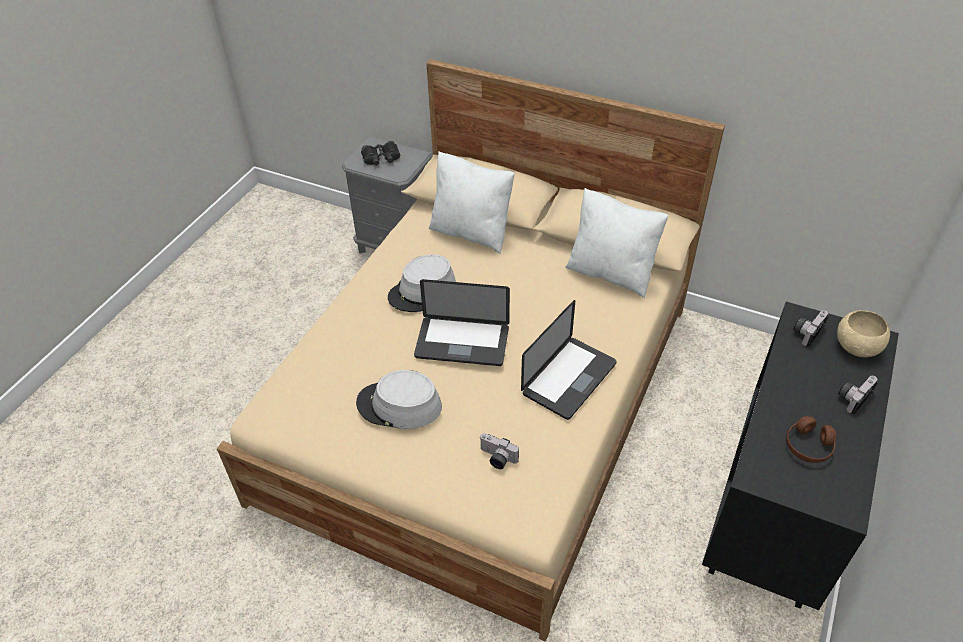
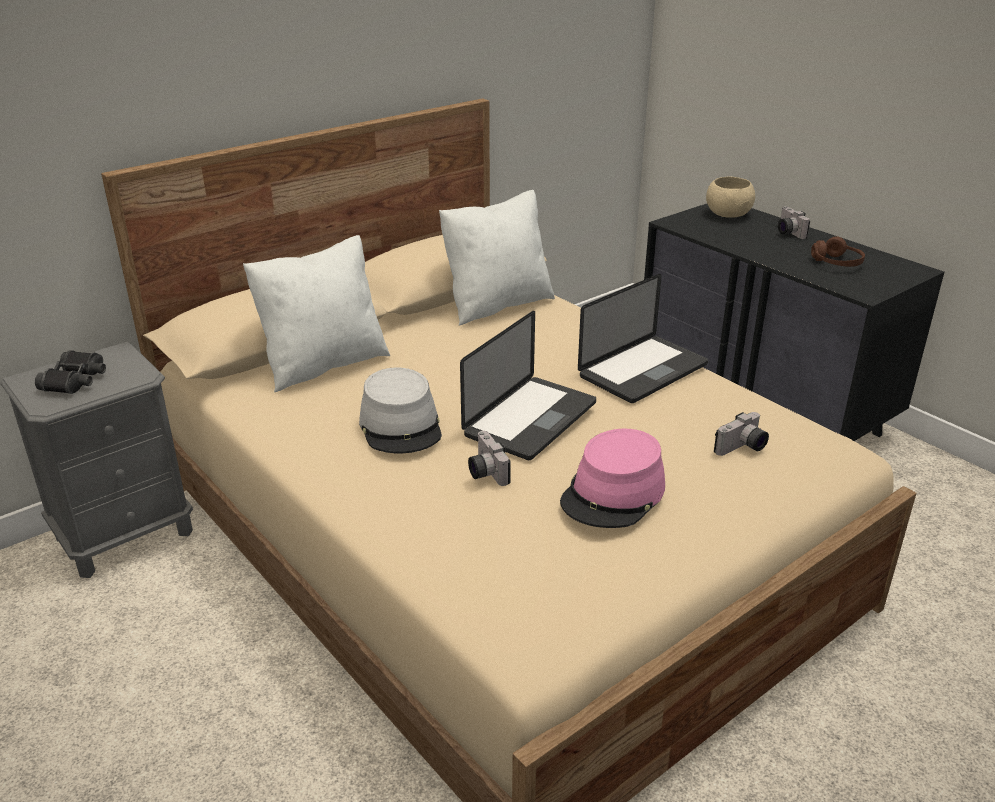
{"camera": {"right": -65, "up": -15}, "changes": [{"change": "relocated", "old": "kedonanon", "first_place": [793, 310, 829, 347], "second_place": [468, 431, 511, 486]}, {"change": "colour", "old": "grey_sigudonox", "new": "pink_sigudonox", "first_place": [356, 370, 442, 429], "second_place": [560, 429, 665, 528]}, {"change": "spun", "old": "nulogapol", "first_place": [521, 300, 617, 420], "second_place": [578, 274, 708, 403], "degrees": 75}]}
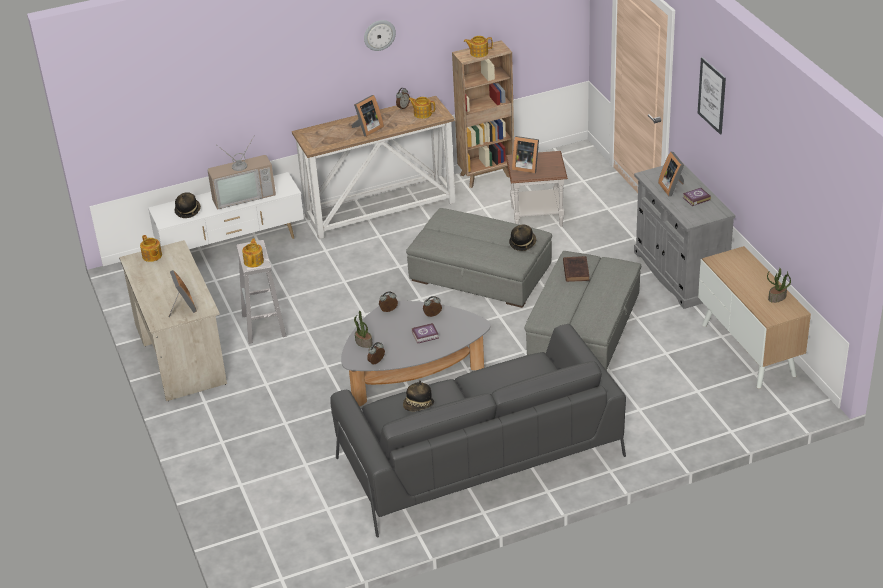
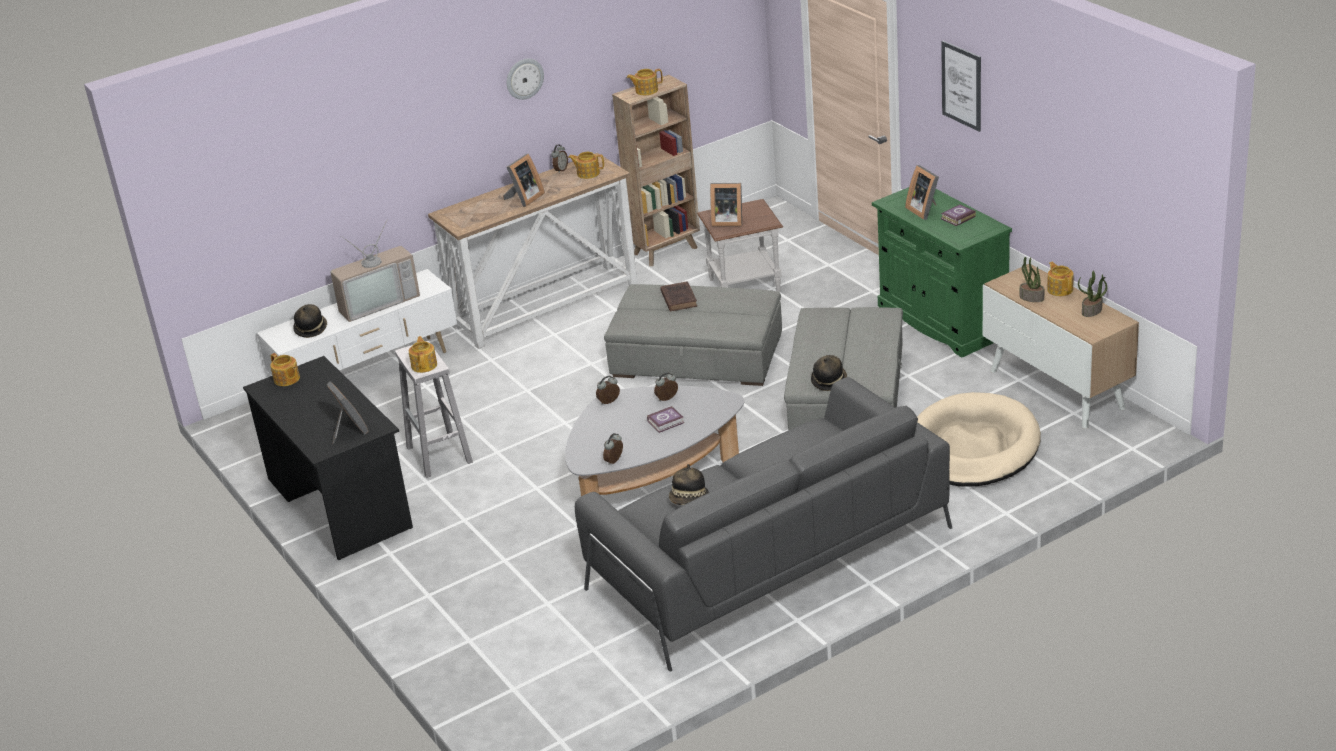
{"camera": {"right": -10, "up": -5}, "changes": [{"change": "appeared", "new": "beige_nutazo", "second_place": [917, 392, 1041, 487]}, {"change": "appeared", "new": "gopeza", "second_place": [1047, 262, 1074, 296]}, {"change": "relocated", "old": "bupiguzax", "first_place": [354, 311, 373, 348], "second_place": [1020, 257, 1044, 302]}, {"change": "relocated", "old": "sigudonox", "first_place": [509, 224, 536, 251], "second_place": [811, 355, 847, 391]}, {"change": "relocated", "old": "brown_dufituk", "first_place": [563, 256, 590, 282], "second_place": [660, 281, 697, 311]}, {"change": "colour", "old": "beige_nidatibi", "new": "black_nidatibi", "first_place": [119, 240, 227, 401], "second_place": [243, 356, 413, 560]}, {"change": "colour", "old": "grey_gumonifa", "new": "green_gumonifa", "first_place": [634, 165, 735, 309], "second_place": [872, 187, 1012, 358]}]}
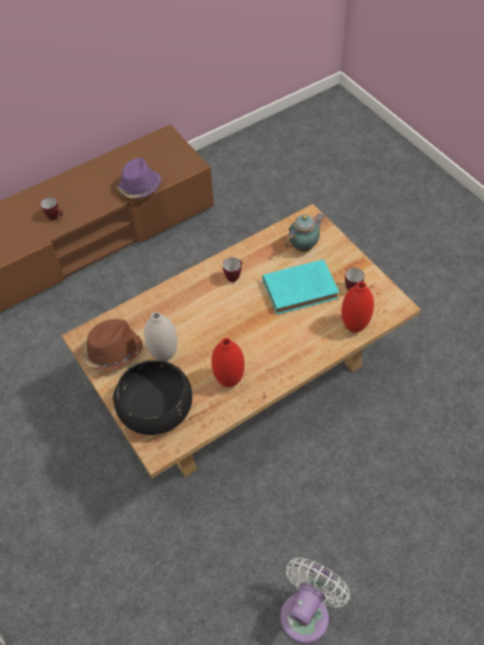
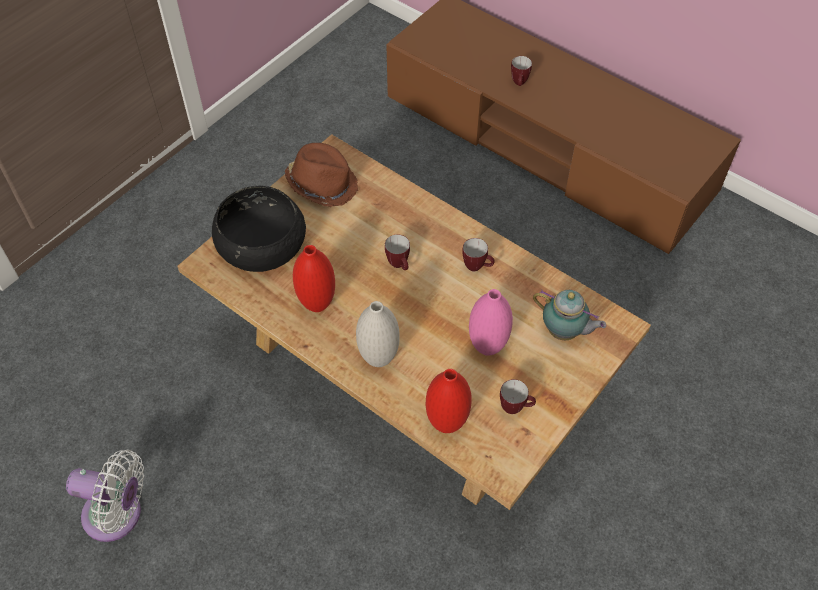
{"camera": {"right": 70, "up": 0}, "changes": [{"change": "missing", "old": "purple_sigudonox", "first_place": [116, 158, 162, 198]}, {"change": "appeared", "new": "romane", "second_place": [385, 234, 410, 270]}, {"change": "relocated", "old": "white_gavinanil", "first_place": [144, 312, 177, 361], "second_place": [356, 301, 400, 367]}, {"change": "exchanged", "old": "turquoise_dufituk", "new": "pink_gavinanil", "first_place": [262, 259, 339, 315], "second_place": [469, 289, 513, 356]}]}
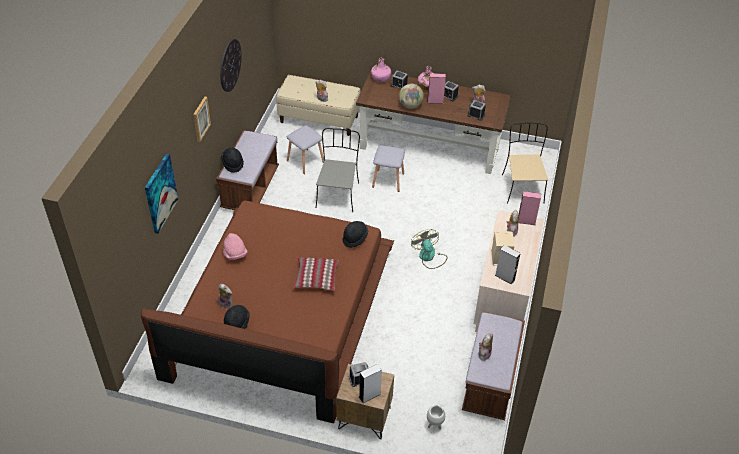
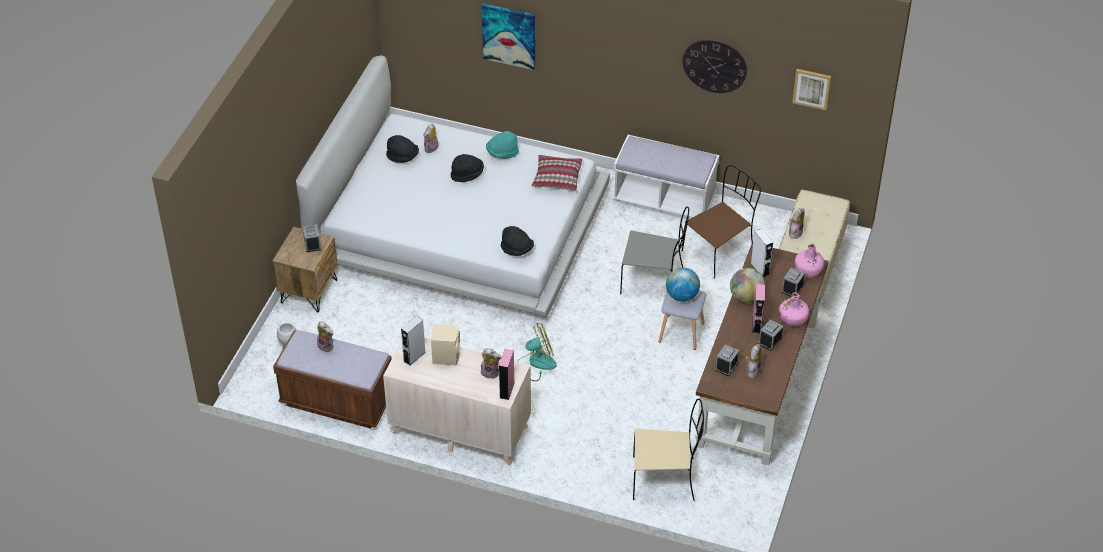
{"camera": {"right": 95, "up": 0}, "changes": [{"change": "appeared", "new": "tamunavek", "second_place": [666, 268, 700, 302]}, {"change": "relocated", "old": "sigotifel", "first_place": [193, 97, 211, 142], "second_place": [792, 69, 831, 110]}, {"change": "relocated", "old": "black_sigudonox", "first_place": [221, 148, 244, 173], "second_place": [451, 154, 484, 182]}, {"change": "relocated", "old": "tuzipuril", "first_place": [293, 257, 339, 291], "second_place": [531, 155, 582, 191]}, {"change": "relocated", "old": "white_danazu", "first_place": [359, 364, 382, 403], "second_place": [751, 229, 773, 278]}, {"change": "exchanged", "old": "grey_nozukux", "new": "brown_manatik", "first_place": [287, 125, 324, 174], "second_place": [682, 165, 761, 278]}, {"change": "colour", "old": "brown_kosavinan", "new": "white_kosavinan", "first_place": [141, 201, 394, 423], "second_place": [296, 55, 610, 318]}, {"change": "colour", "old": "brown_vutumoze", "new": "white_vutumoze", "first_place": [216, 130, 279, 210], "second_place": [613, 135, 719, 219]}, {"change": "colour", "old": "pink_sigudonox", "new": "turquoise_sigudonox", "first_place": [223, 233, 247, 260], "second_place": [486, 131, 519, 159]}]}
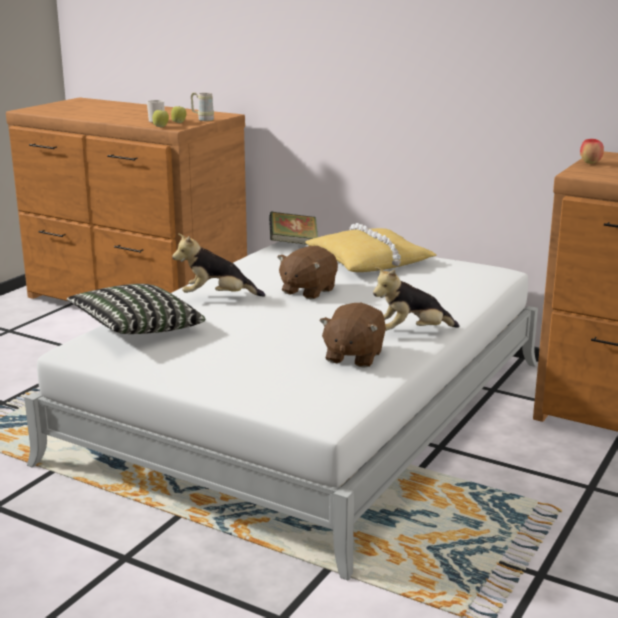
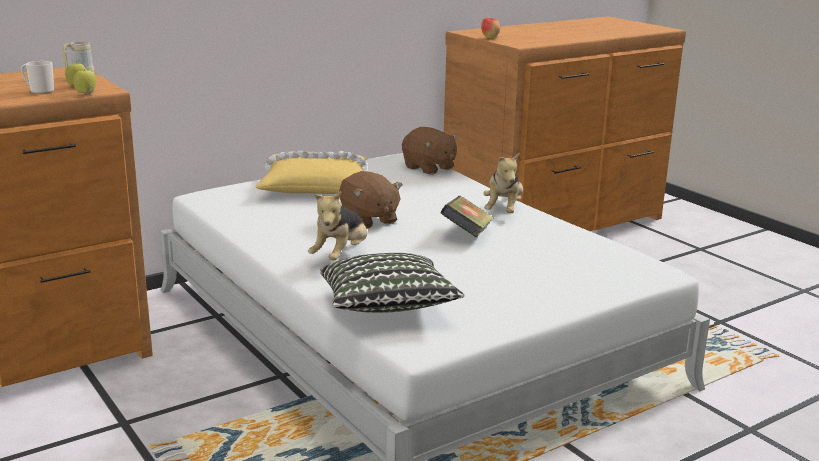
{"camera": {"right": -65, "up": 0}, "changes": [{"change": "relocated", "old": "dufituk", "first_place": [269, 212, 318, 245], "second_place": [441, 196, 494, 237]}, {"change": "relocated", "old": "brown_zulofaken", "first_place": [320, 303, 386, 368], "second_place": [402, 127, 458, 175]}]}
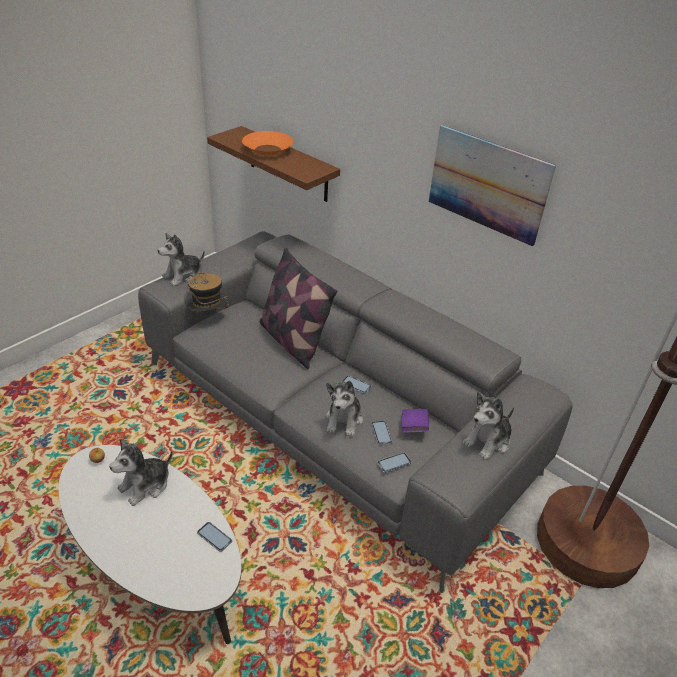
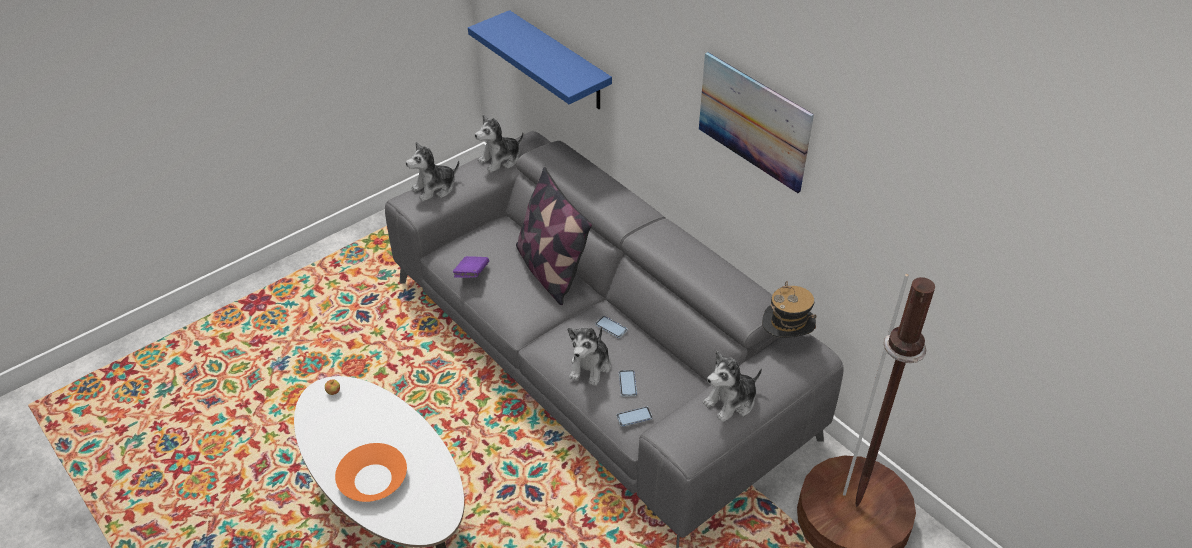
{"camera": {"right": 10, "up": 5}, "changes": [{"change": "missing", "old": "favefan", "first_place": [197, 522, 232, 552]}, {"change": "relocated", "old": "zulofaken", "first_place": [109, 438, 173, 506], "second_place": [475, 115, 524, 173]}, {"change": "relocated", "old": "sigudonox", "first_place": [186, 269, 229, 312], "second_place": [762, 281, 817, 338]}, {"change": "relocated", "old": "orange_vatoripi", "first_place": [242, 131, 294, 156], "second_place": [335, 443, 407, 502]}, {"change": "relocated", "old": "purple_dufituk", "first_place": [402, 409, 429, 433], "second_place": [452, 256, 489, 277]}, {"change": "colour", "old": "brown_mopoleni", "new": "blue_mopoleni", "first_place": [207, 126, 340, 202], "second_place": [468, 10, 612, 109]}]}
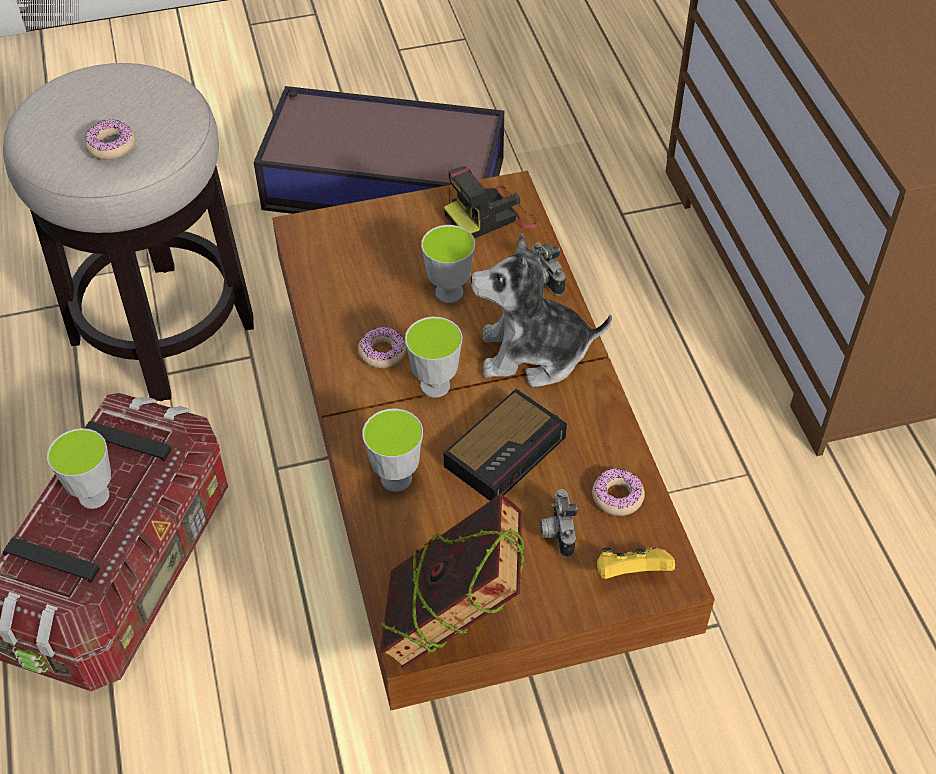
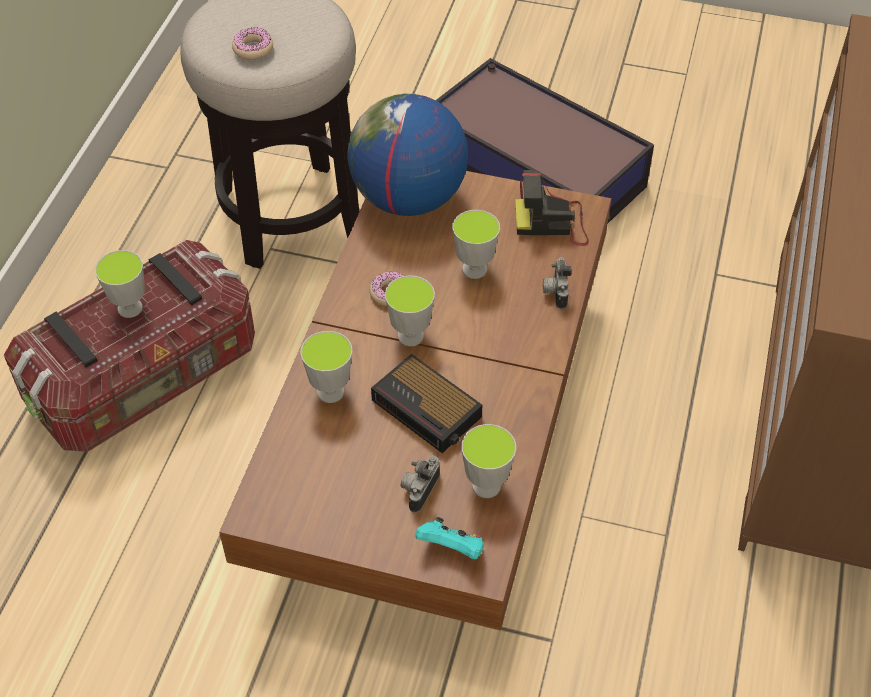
{"camera": {"right": 30, "up": 0}, "changes": [{"change": "missing", "old": "dufituk", "first_place": [378, 494, 525, 669]}, {"change": "missing", "old": "zulofaken", "first_place": [471, 233, 612, 387]}, {"change": "appeared", "new": "tamunavek", "second_place": [347, 94, 468, 216]}, {"change": "exchanged", "old": "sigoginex", "new": "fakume", "first_place": [592, 468, 645, 516], "second_place": [461, 424, 516, 498]}, {"change": "colour", "old": "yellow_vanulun", "new": "turquoise_vanulun", "first_place": [597, 547, 675, 579], "second_place": [415, 517, 483, 560]}, {"change": "spun", "old": "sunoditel", "first_place": [444, 389, 567, 501], "second_place": [371, 354, 482, 453], "degrees": 60}]}
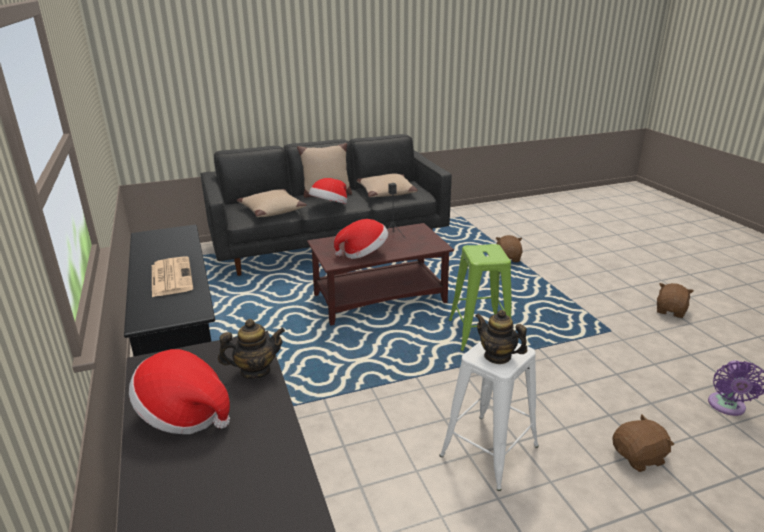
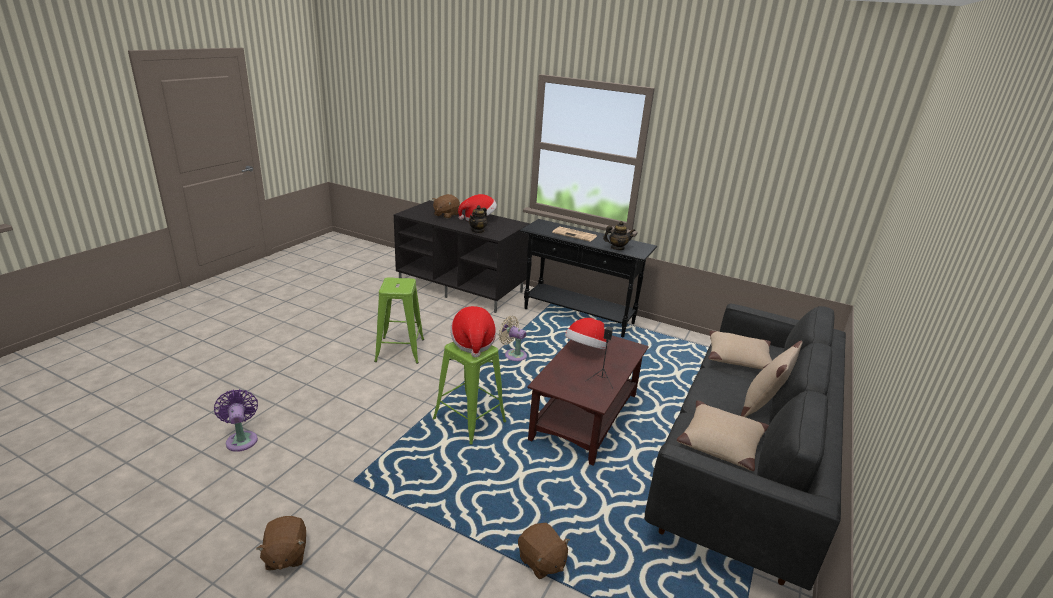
{"camera": {"right": 135, "up": 0}, "changes": [{"change": "appeared", "new": "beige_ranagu", "second_place": [499, 316, 527, 361]}, {"change": "relocated", "old": "sigudonox", "first_place": [309, 178, 347, 204], "second_place": [450, 306, 496, 358]}, {"change": "relocated", "old": "gopeza", "first_place": [475, 310, 528, 364], "second_place": [603, 221, 636, 250]}, {"change": "relocated", "old": "brown_zulofaken", "first_place": [612, 415, 674, 472], "second_place": [433, 194, 460, 218]}, {"change": "colour", "old": "white_nozukux", "new": "green_nozukux", "first_place": [440, 341, 539, 491], "second_place": [374, 277, 424, 364]}]}
